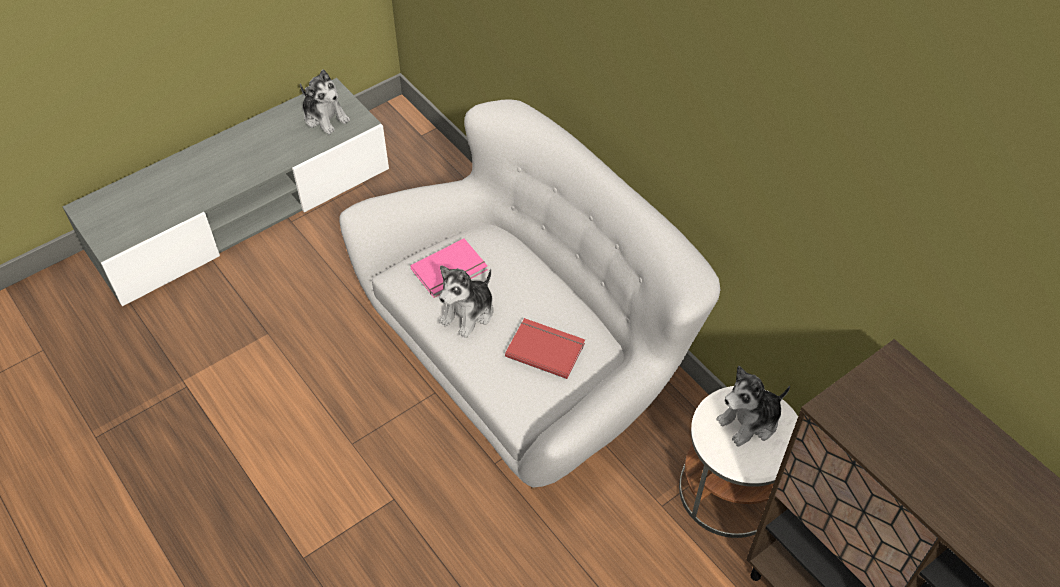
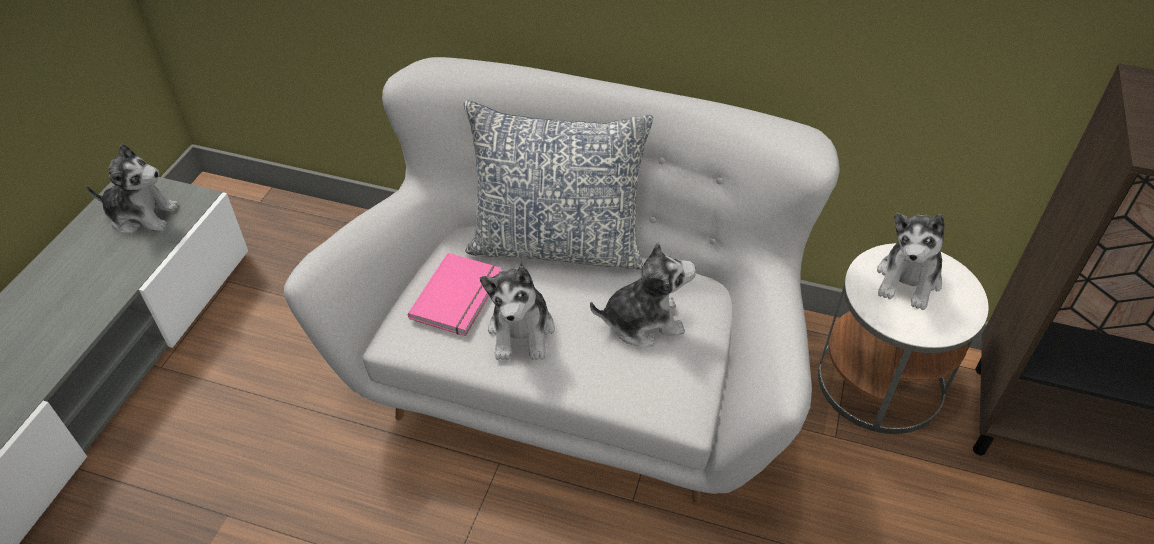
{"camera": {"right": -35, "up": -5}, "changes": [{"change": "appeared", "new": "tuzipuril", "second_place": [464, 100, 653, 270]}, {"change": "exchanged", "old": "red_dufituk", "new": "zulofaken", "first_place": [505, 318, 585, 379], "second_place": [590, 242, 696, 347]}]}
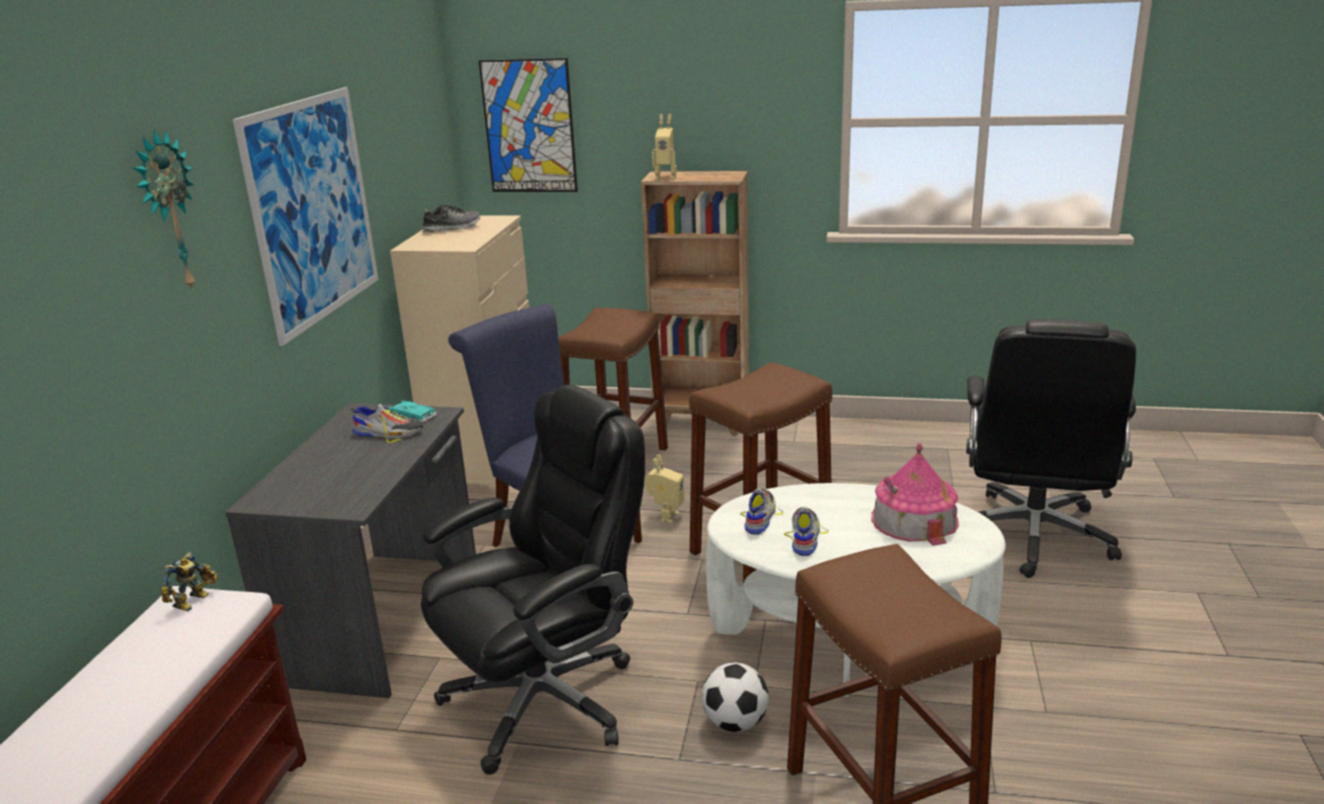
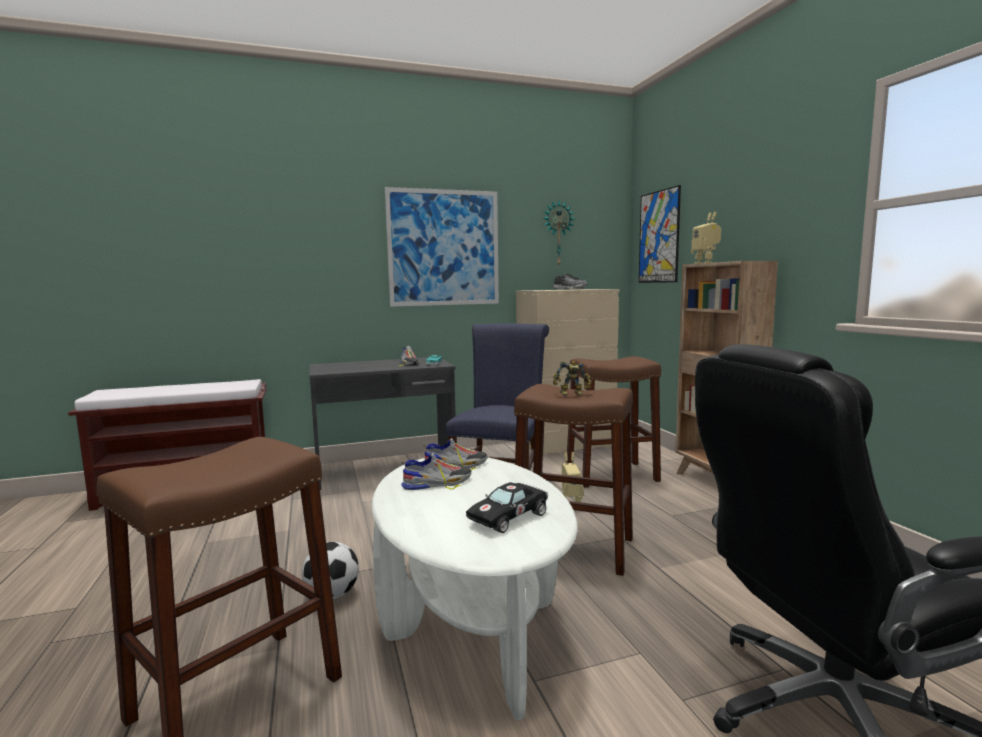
{"camera": {"right": 60, "up": -15}, "changes": [{"change": "missing", "old": "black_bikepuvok", "first_place": [421, 385, 645, 775]}, {"change": "relocated", "old": "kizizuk", "first_place": [133, 129, 195, 291], "second_place": [543, 200, 574, 265]}, {"change": "relocated", "old": "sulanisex", "first_place": [160, 552, 217, 611], "second_place": [553, 361, 591, 396]}, {"change": "exchanged", "old": "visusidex", "new": "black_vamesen", "first_place": [871, 443, 959, 546], "second_place": [466, 482, 548, 533]}]}
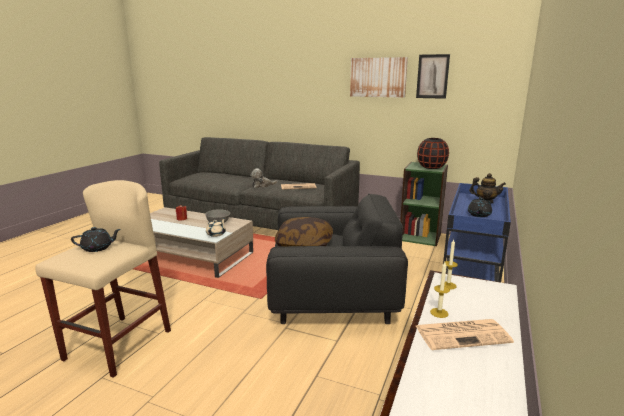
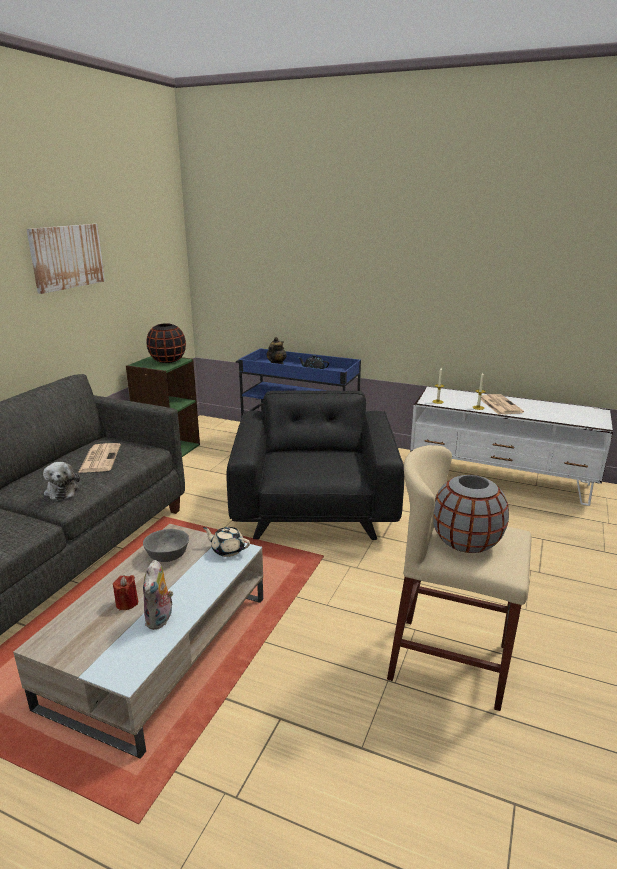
{"camera": {"right": -90, "up": 5}, "changes": [{"change": "missing", "old": "tuzipuril", "first_place": [275, 217, 333, 247]}, {"change": "missing", "old": "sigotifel", "first_place": [416, 54, 450, 99]}, {"change": "appeared", "new": "zulofaken", "second_place": [143, 560, 173, 630]}, {"change": "exchanged", "old": "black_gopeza", "new": "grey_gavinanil", "first_place": [71, 227, 121, 252], "second_place": [433, 475, 509, 553]}]}
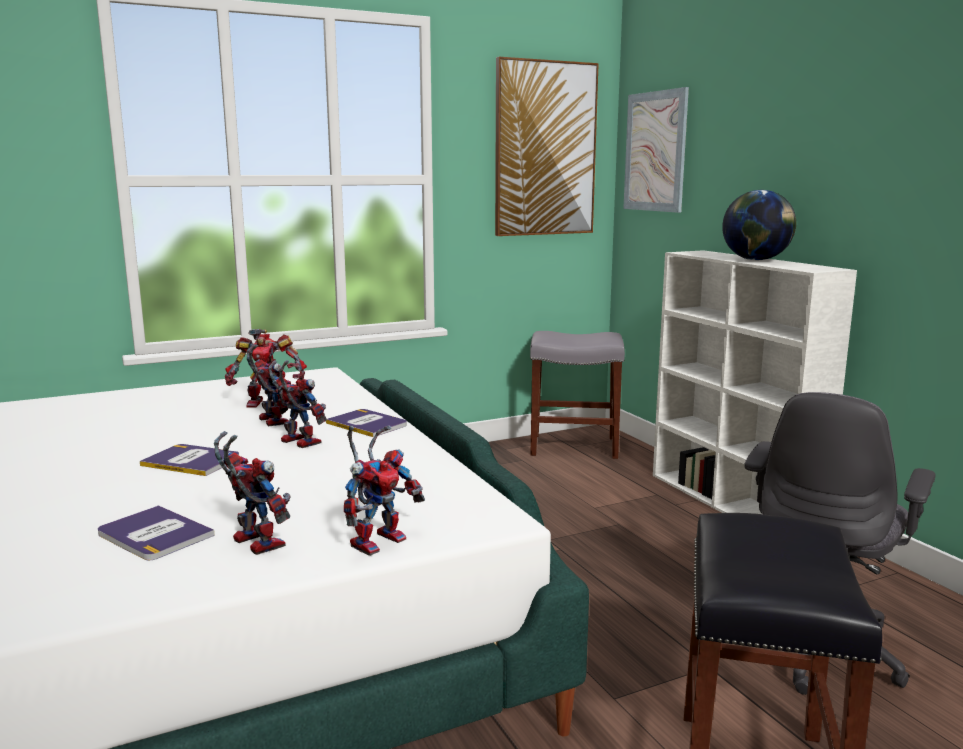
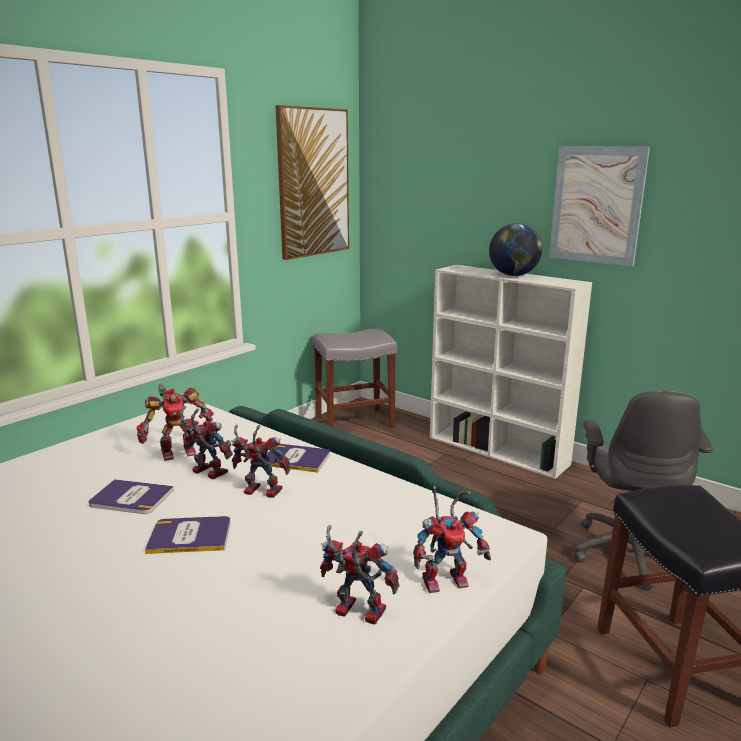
{"camera": {"right": -25, "up": 5}, "changes": [{"change": "relocated", "old": "dufituk", "first_place": [98, 505, 215, 560], "second_place": [88, 479, 174, 514]}, {"change": "relocated", "old": "sigotifel", "first_place": [623, 87, 689, 213], "second_place": [549, 147, 650, 267]}, {"change": "spun", "old": "sulanisex", "first_place": [344, 426, 425, 556], "second_place": [413, 486, 491, 593], "degrees": 60}]}
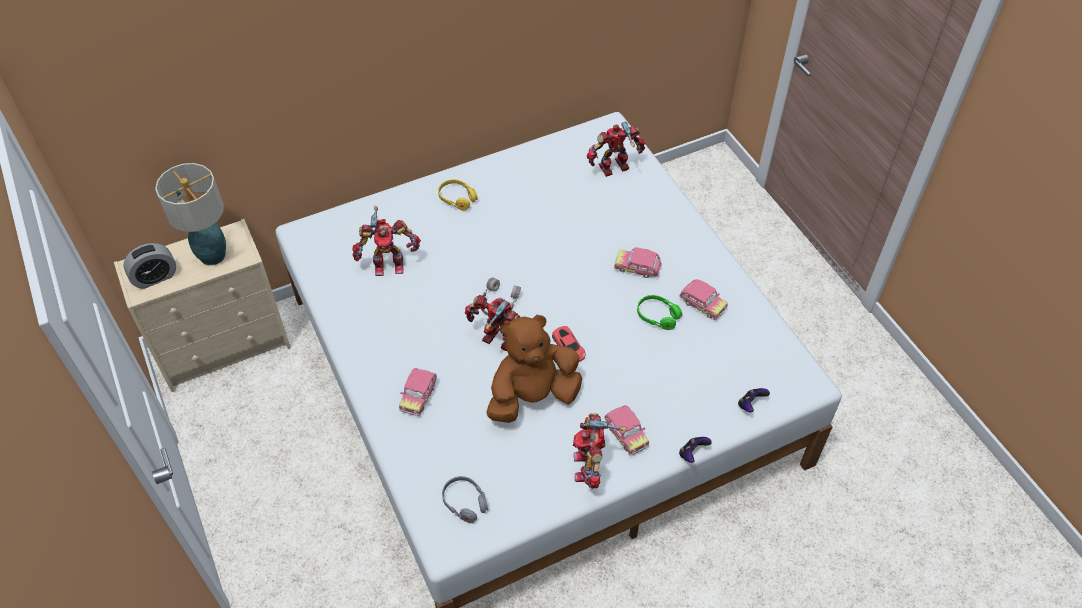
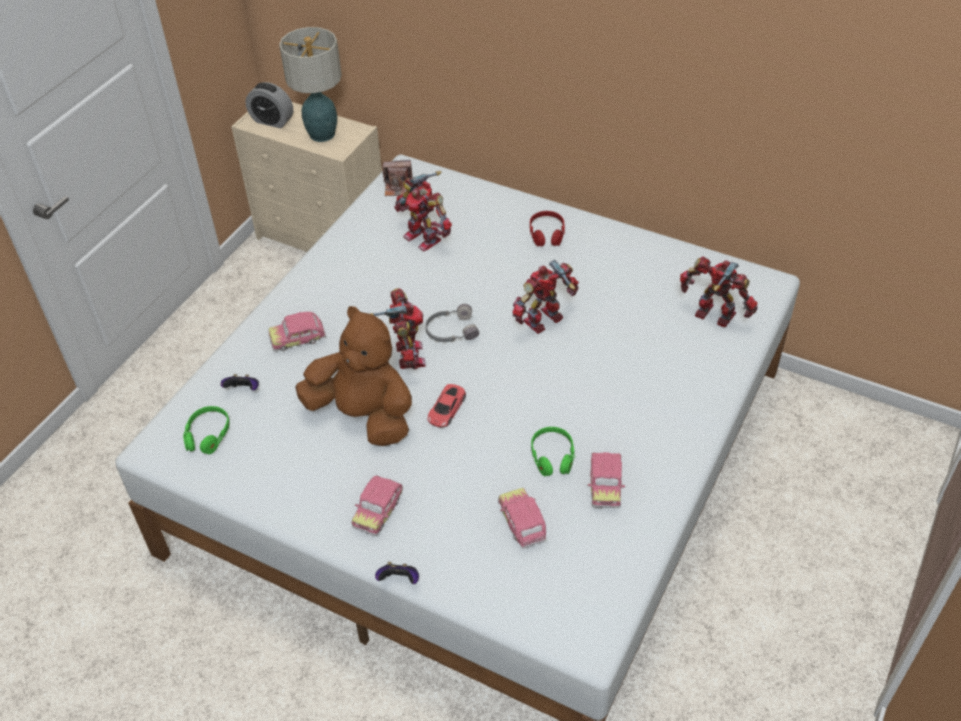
{"camera": {"right": 55, "up": -5}, "changes": [{"change": "appeared", "new": "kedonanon", "second_place": [382, 160, 413, 196]}, {"change": "relocated", "old": "sulanisex", "first_place": [573, 413, 627, 489], "second_place": [512, 259, 579, 334]}, {"change": "relocated", "old": "vamesen", "first_place": [614, 247, 662, 278], "second_place": [498, 488, 546, 549]}, {"change": "relocated", "old": "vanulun", "first_place": [738, 388, 770, 412], "second_place": [221, 374, 259, 390]}, {"change": "colour", "old": "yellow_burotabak", "new": "red_burotabak", "first_place": [438, 179, 478, 211], "second_place": [530, 211, 565, 247]}, {"change": "colour", "old": "grey_burotabak", "new": "green_burotabak", "first_place": [442, 476, 488, 523], "second_place": [183, 406, 230, 454]}]}
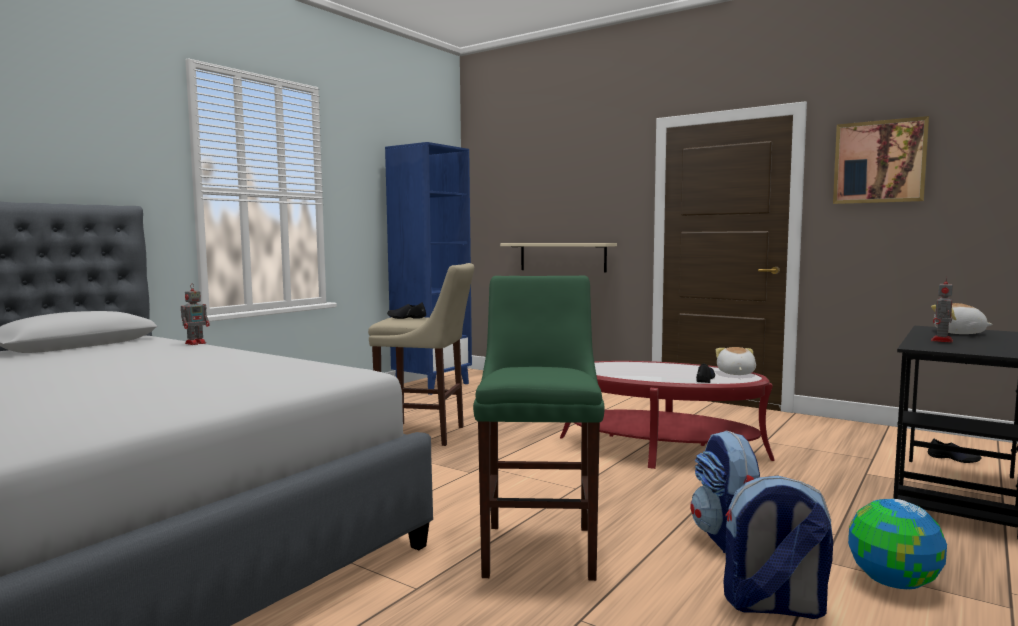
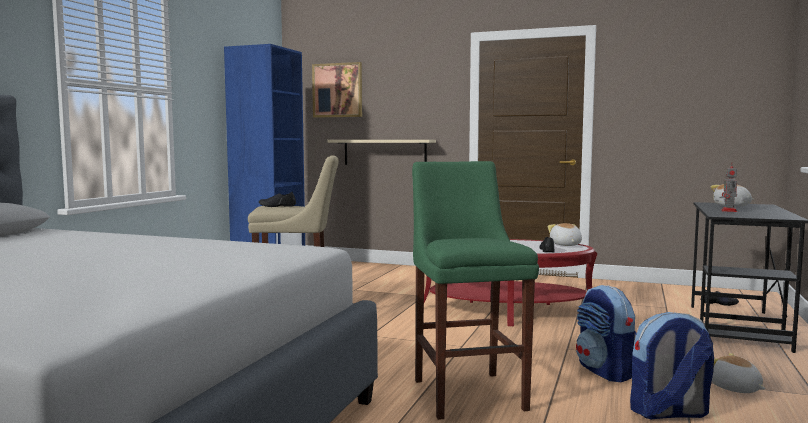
{"camera": {"right": -15, "up": 0}, "changes": [{"change": "missing", "old": "sulanisex", "first_place": [181, 285, 209, 345]}, {"change": "relocated", "old": "sigotifel", "first_place": [833, 116, 929, 204], "second_place": [312, 62, 362, 118]}, {"change": "exchanged", "old": "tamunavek", "new": "zulofaken", "first_place": [848, 499, 947, 589], "second_place": [712, 353, 766, 393]}]}
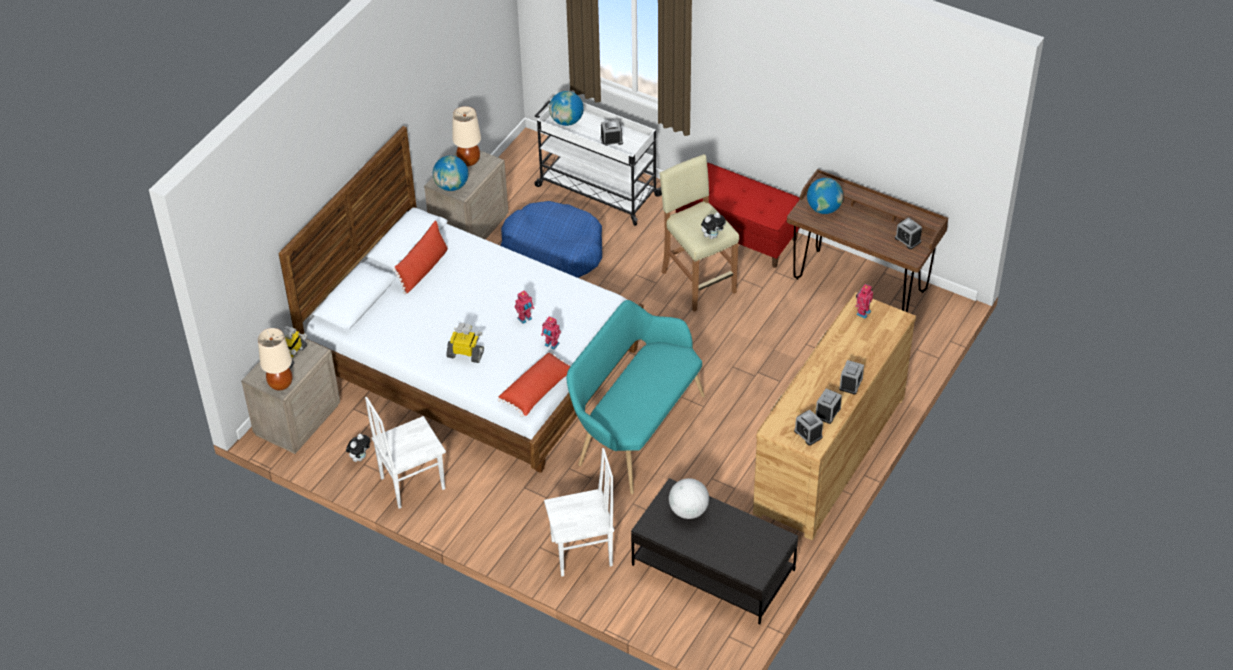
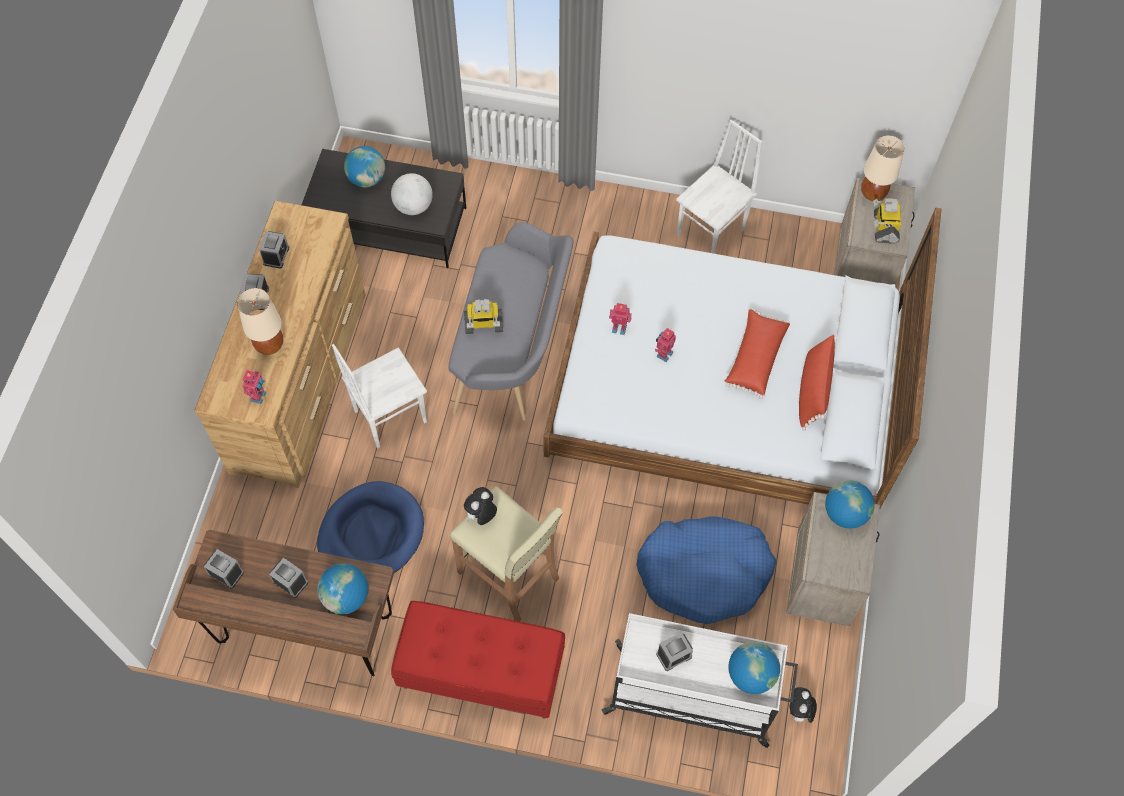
{"camera": {"right": 160, "up": 15}, "changes": [{"change": "appeared", "new": "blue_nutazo", "second_place": [317, 481, 424, 573]}, {"change": "appeared", "new": "tamunavek", "second_place": [344, 146, 385, 187]}, {"change": "relocated", "old": "zulofaken", "first_place": [346, 434, 370, 462], "second_place": [790, 687, 817, 726]}, {"change": "relocated", "old": "sulanisex", "first_place": [446, 323, 484, 363], "second_place": [464, 299, 503, 334]}, {"change": "relocated", "old": "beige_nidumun", "first_place": [452, 106, 481, 166], "second_place": [237, 288, 283, 355]}, {"change": "relocated", "old": "red_tuzipuril", "first_place": [498, 352, 571, 417], "second_place": [724, 309, 790, 399]}, {"change": "relocated", "old": "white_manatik", "first_place": [544, 448, 614, 577], "second_place": [332, 344, 427, 448]}, {"change": "relocated", "old": "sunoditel", "first_place": [794, 410, 823, 446], "second_place": [269, 558, 308, 598]}, {"change": "colour", "old": "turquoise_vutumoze", "new": "grey_vutumoze", "first_place": [567, 300, 705, 494], "second_place": [448, 222, 573, 421]}]}
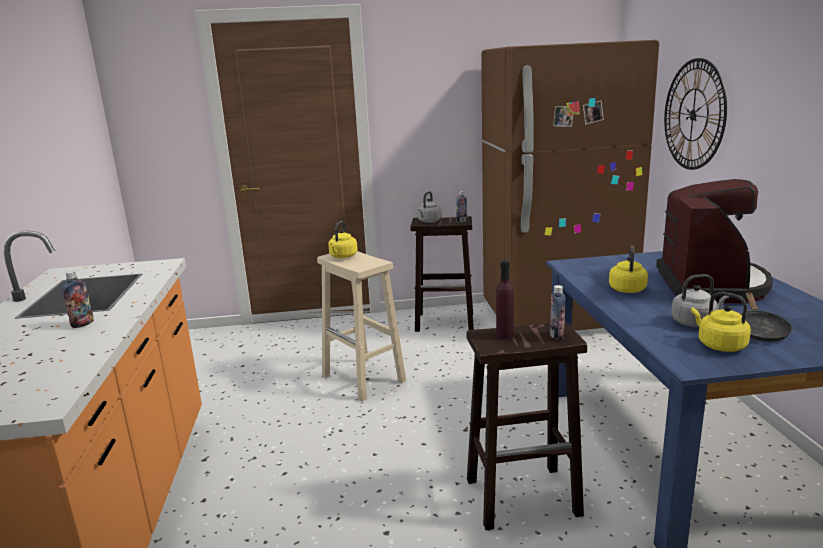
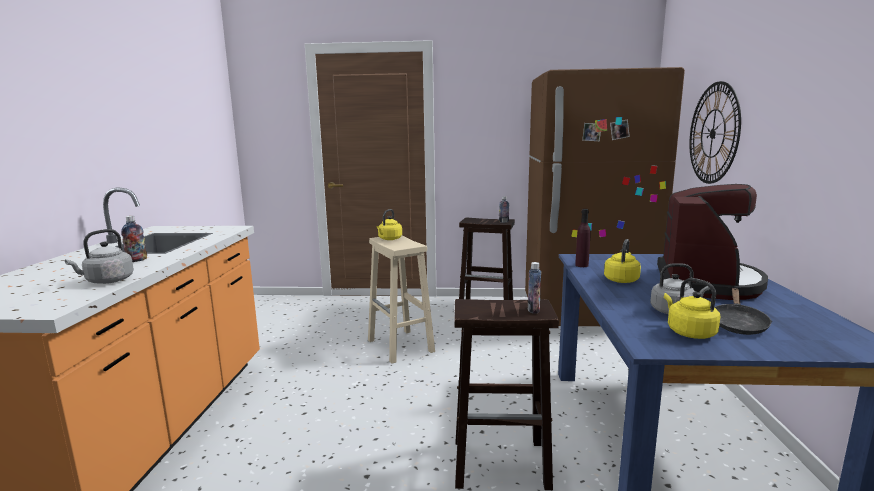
{"camera": {"right": 10, "up": -5}, "changes": [{"change": "relocated", "old": "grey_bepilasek", "first_place": [417, 191, 441, 223], "second_place": [65, 229, 134, 284]}, {"change": "relocated", "old": "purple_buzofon", "first_place": [496, 260, 514, 339], "second_place": [575, 209, 591, 267]}]}
